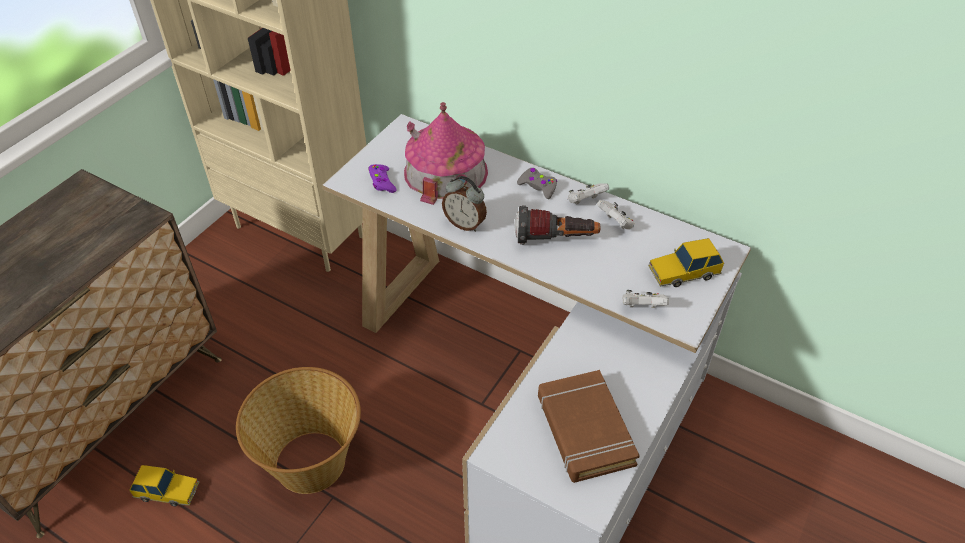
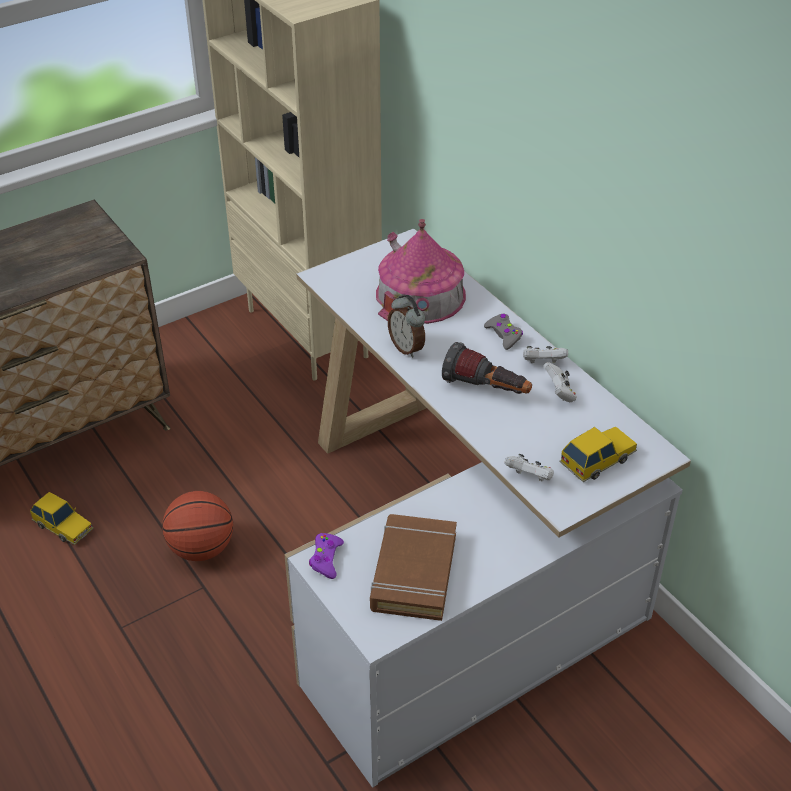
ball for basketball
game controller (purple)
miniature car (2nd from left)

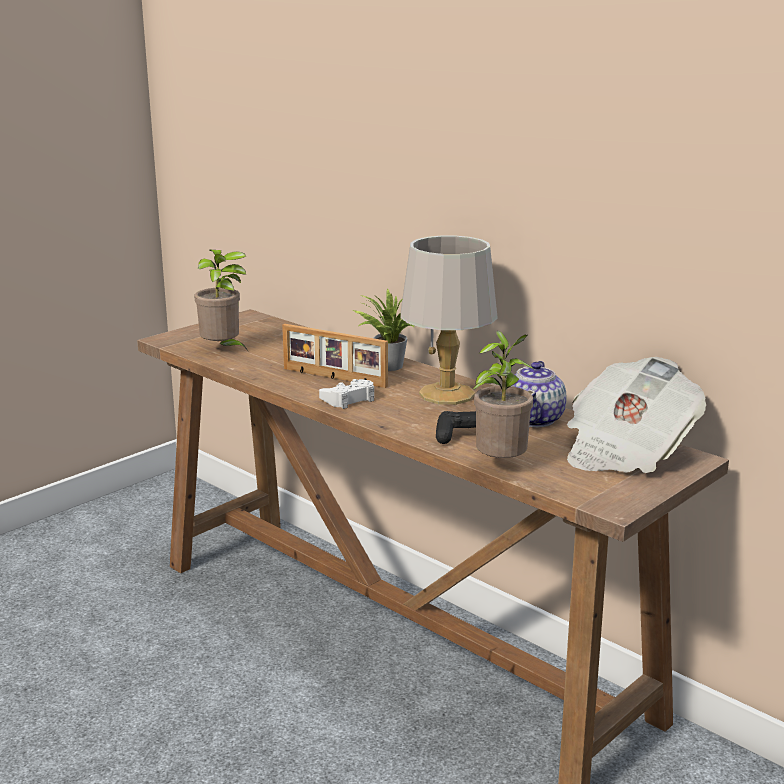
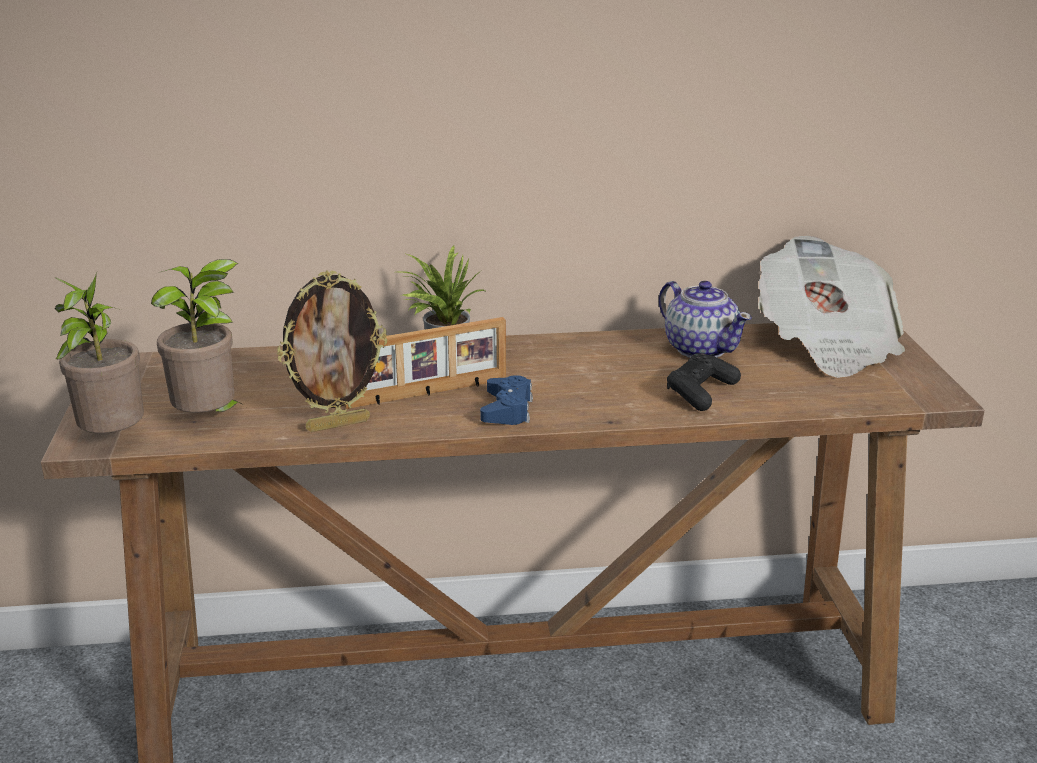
potted plant (1st from left)
picture frame (1st from left)
game controller (blue)
lamp for a table (gray)

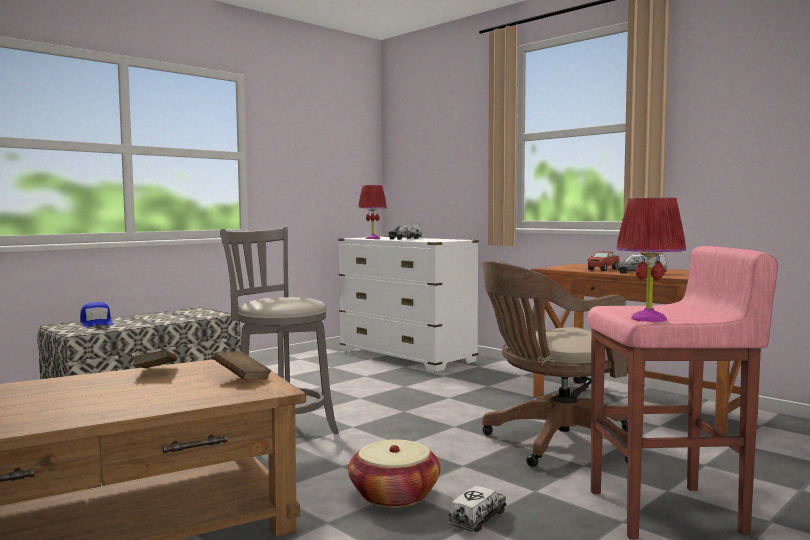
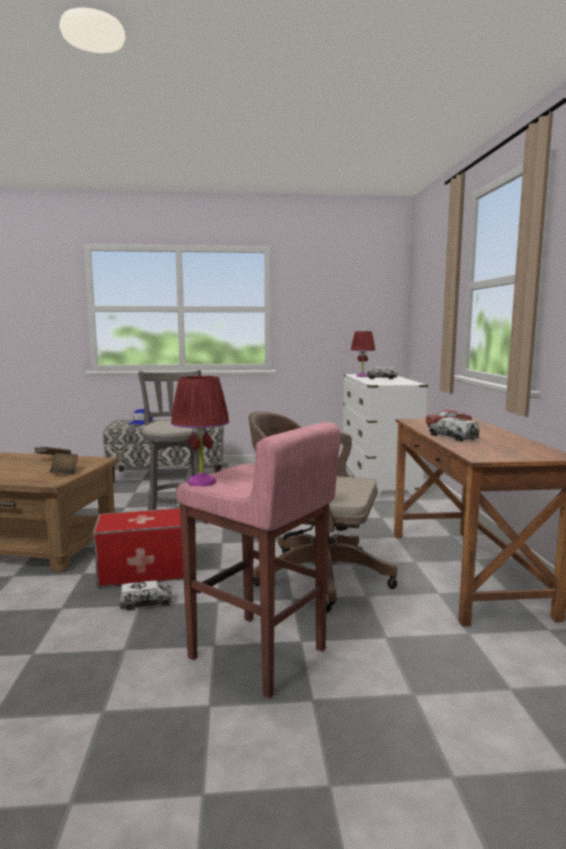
storage box

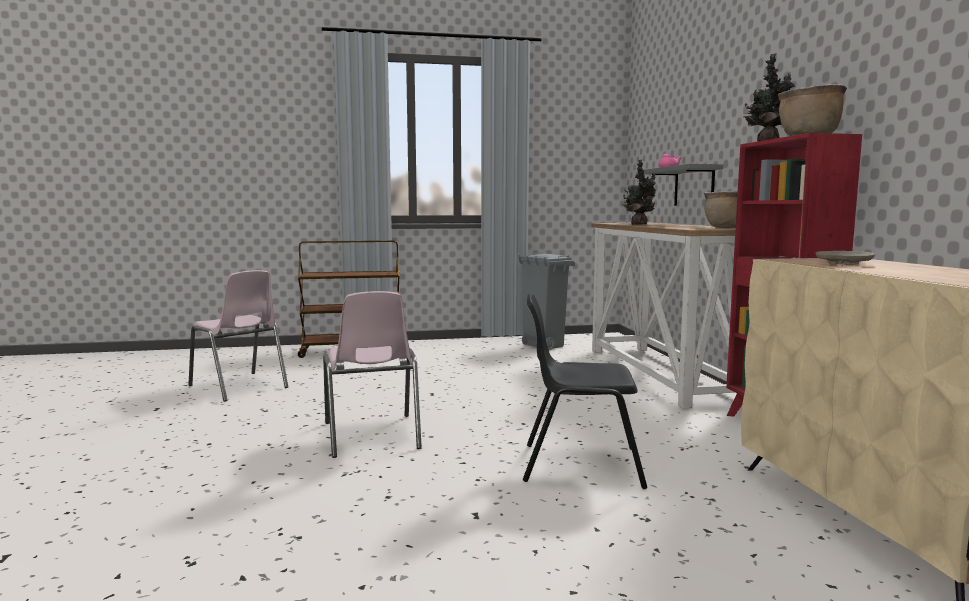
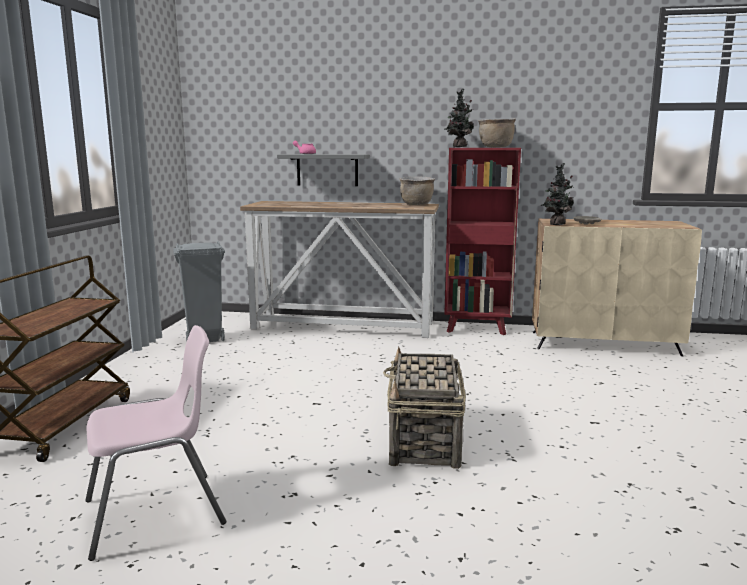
storage basket
potted plant (2nd from left)
chair (black)

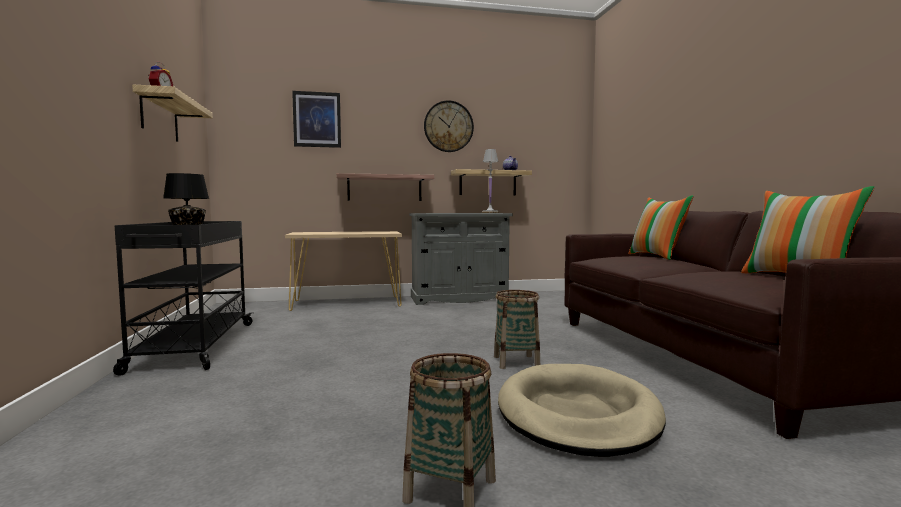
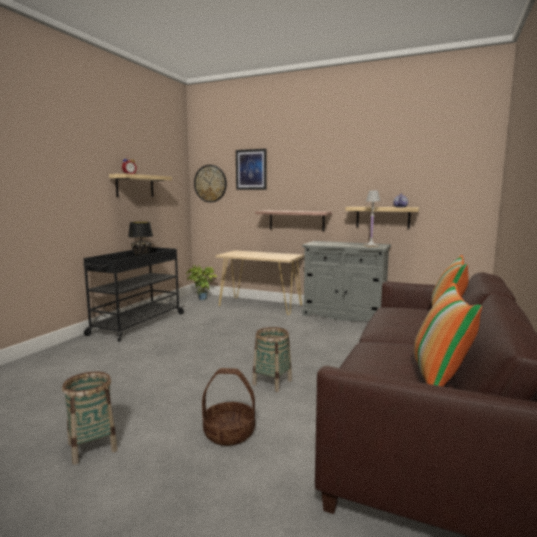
potted plant
wall clock
storage basket (2nd from left)

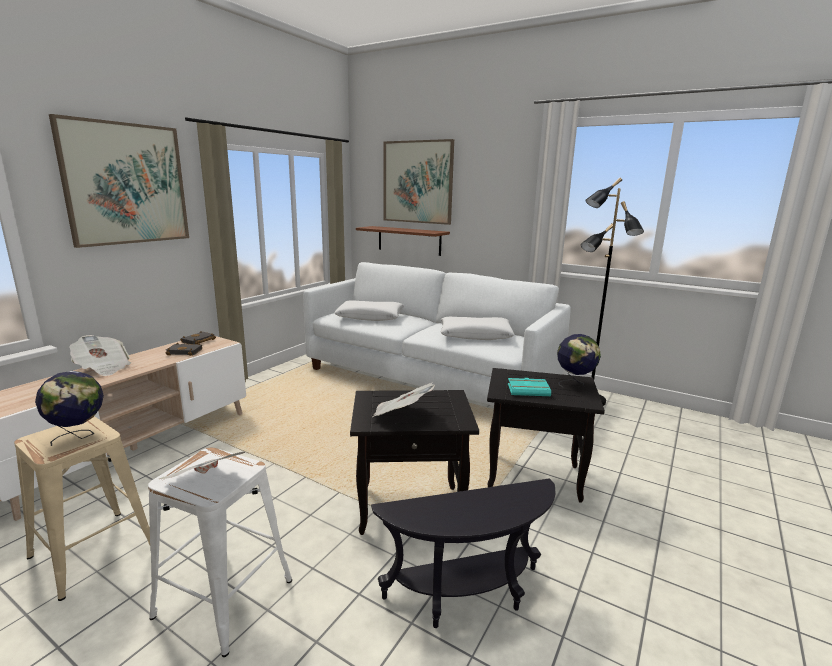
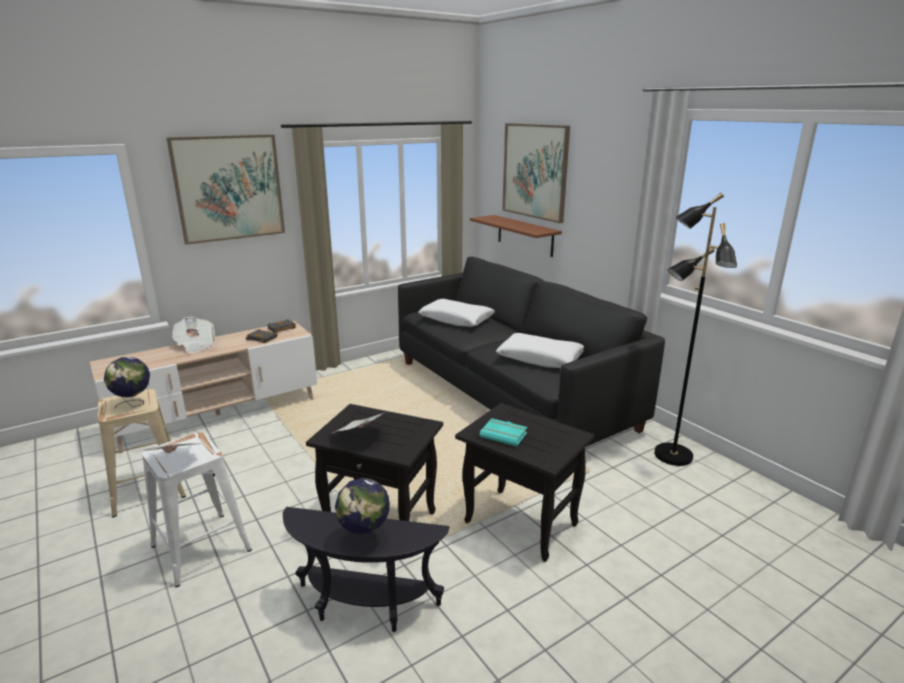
desk globe (2nd from left)
couch (black)

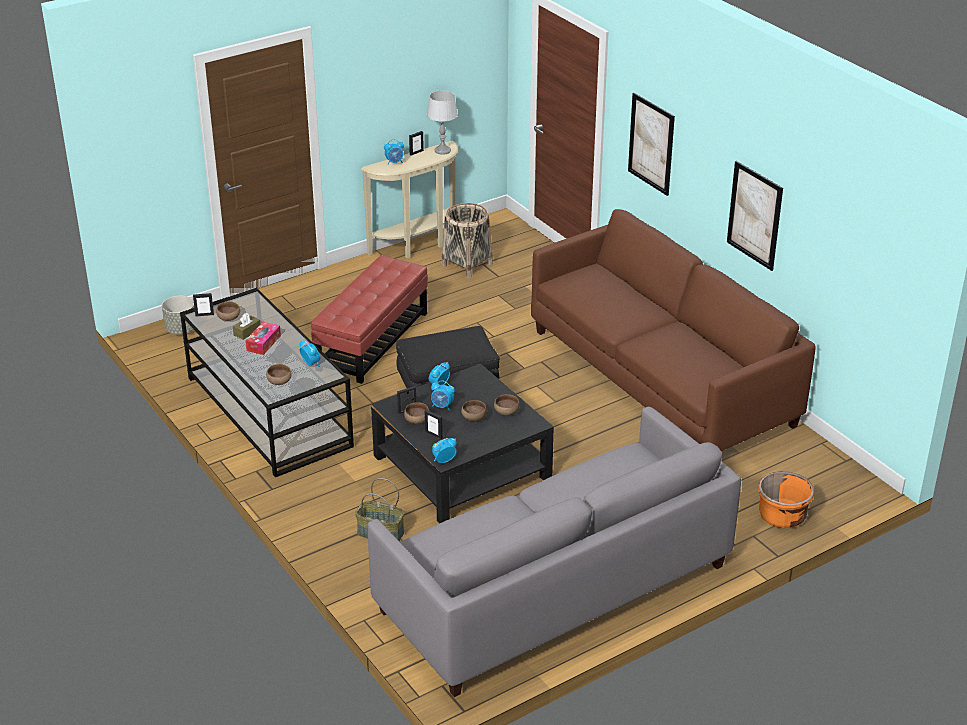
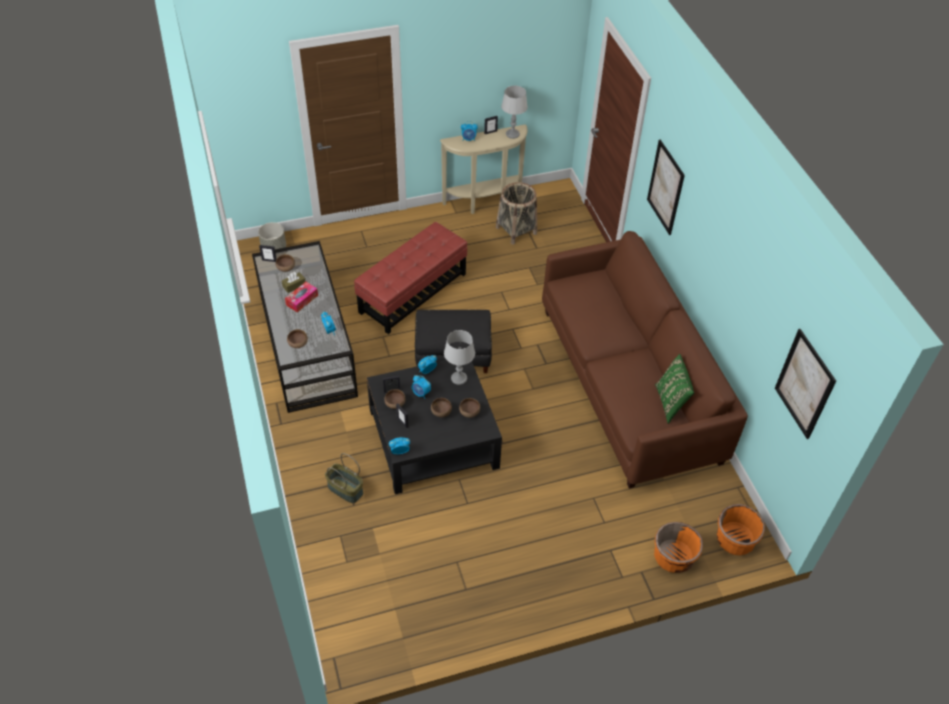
lamp for a table (gray) (1st from left)
cushion (green-coloured)
plant pot (orange) (2nd from left)
wall picture (2nd from left)
couch (gray)

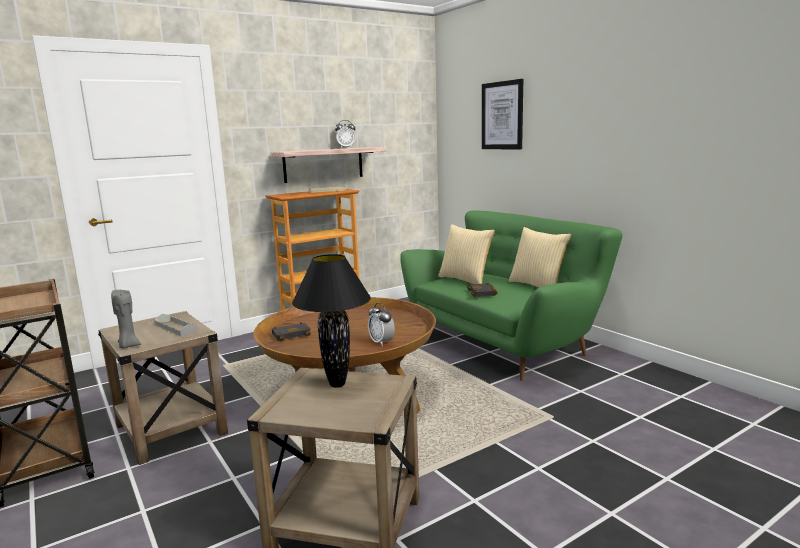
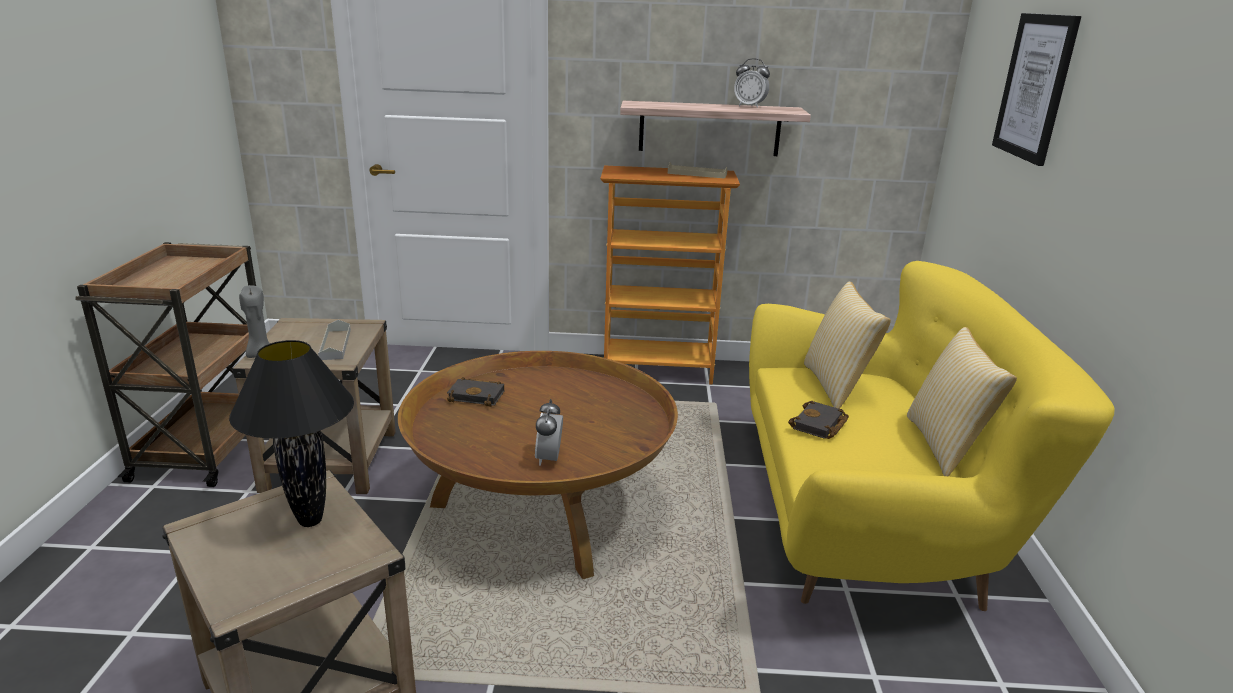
couch (yellow)

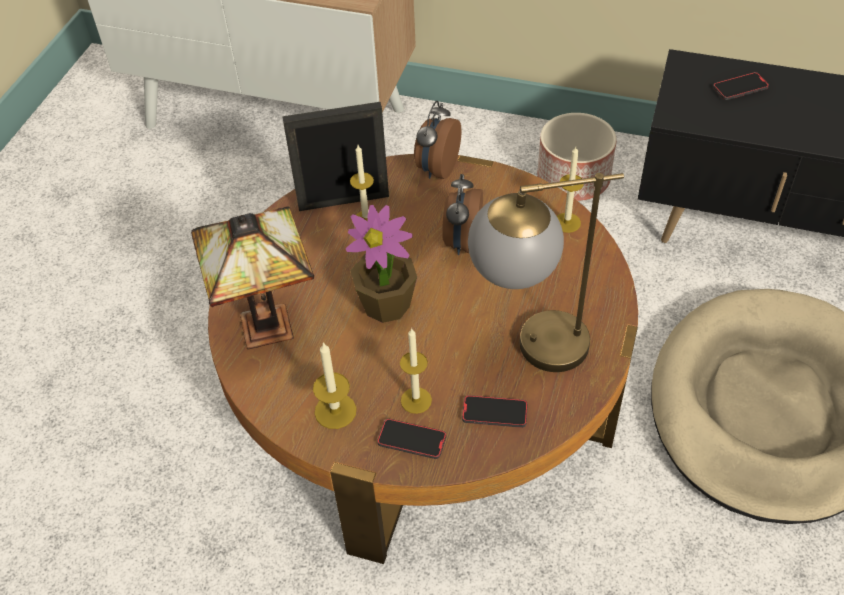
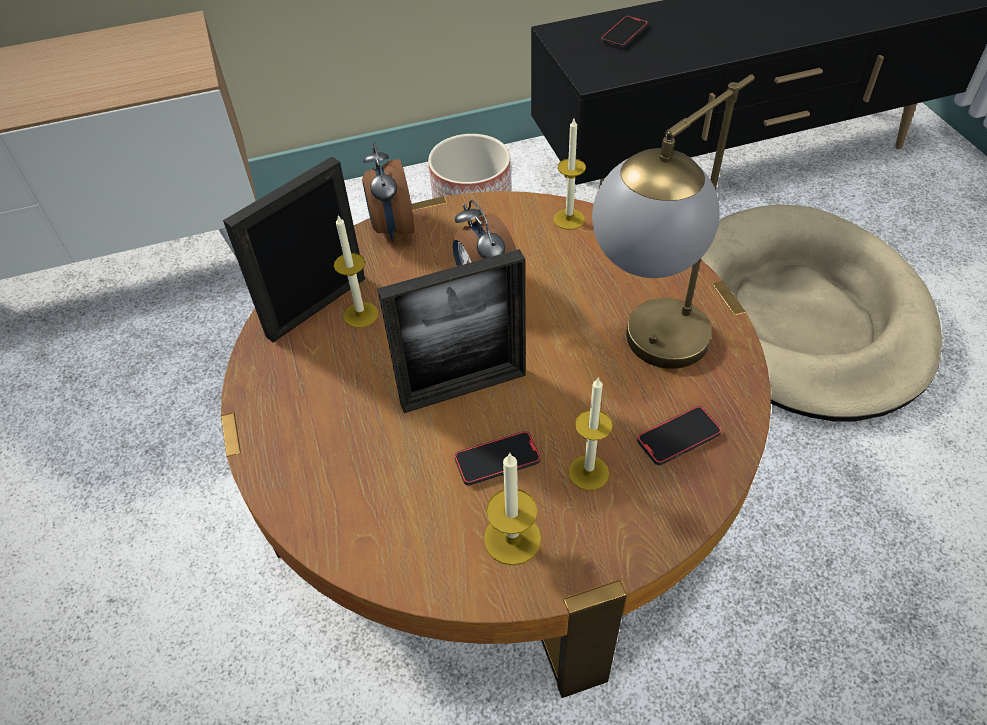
picture frame (2nd from left)
phone (1st from left)
lamp for a table (1st from left in the first image)

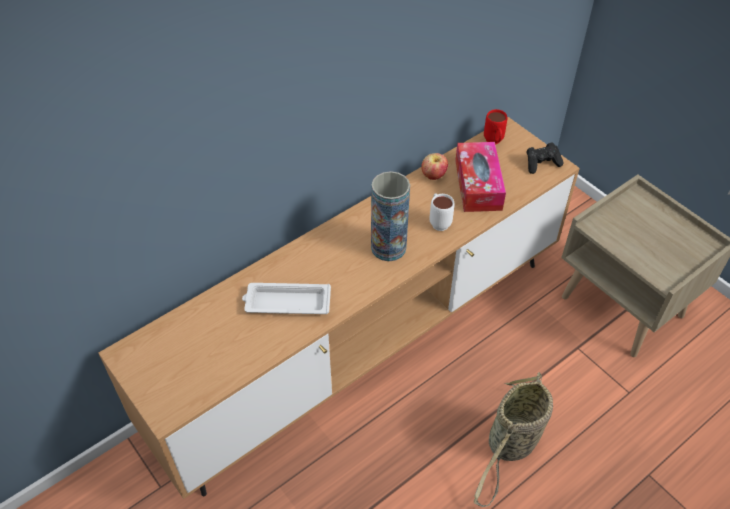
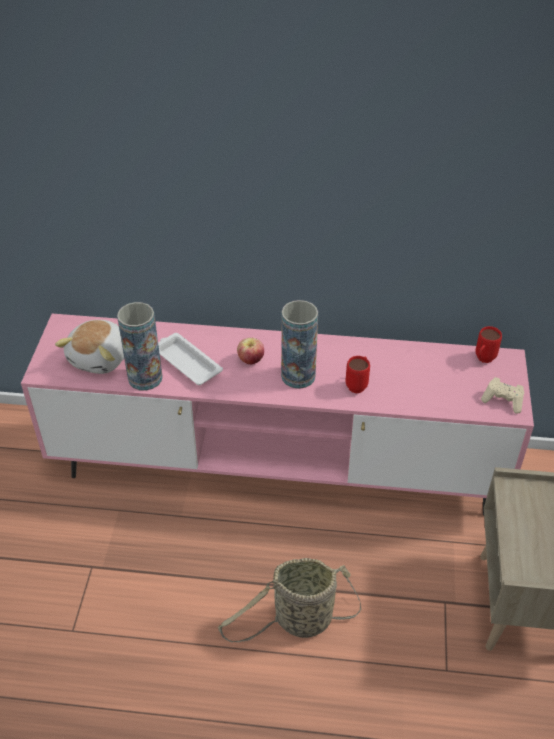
tv stand (pinkish)
soft toy
decorative vase (1st from left)
apple
tea mug (red-coloured) (1st from left)
game controller (beige-coloured)
box of tissues

